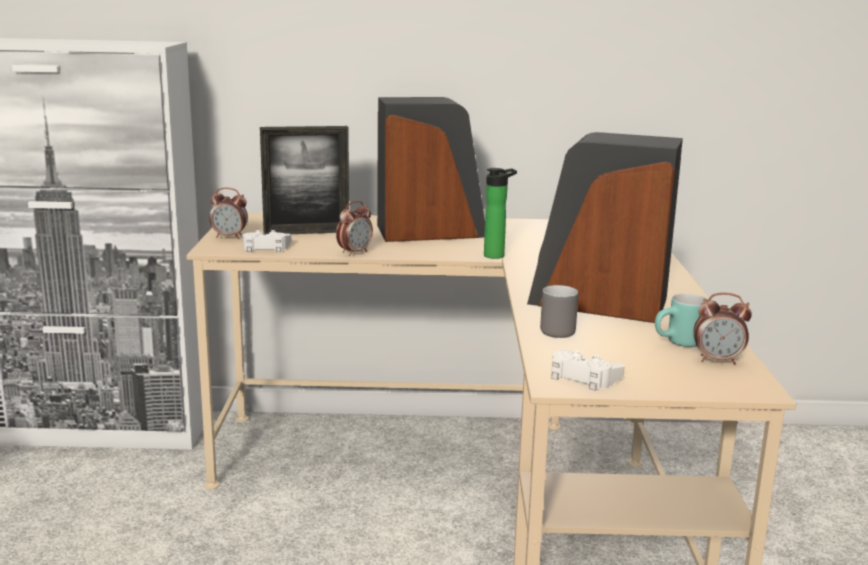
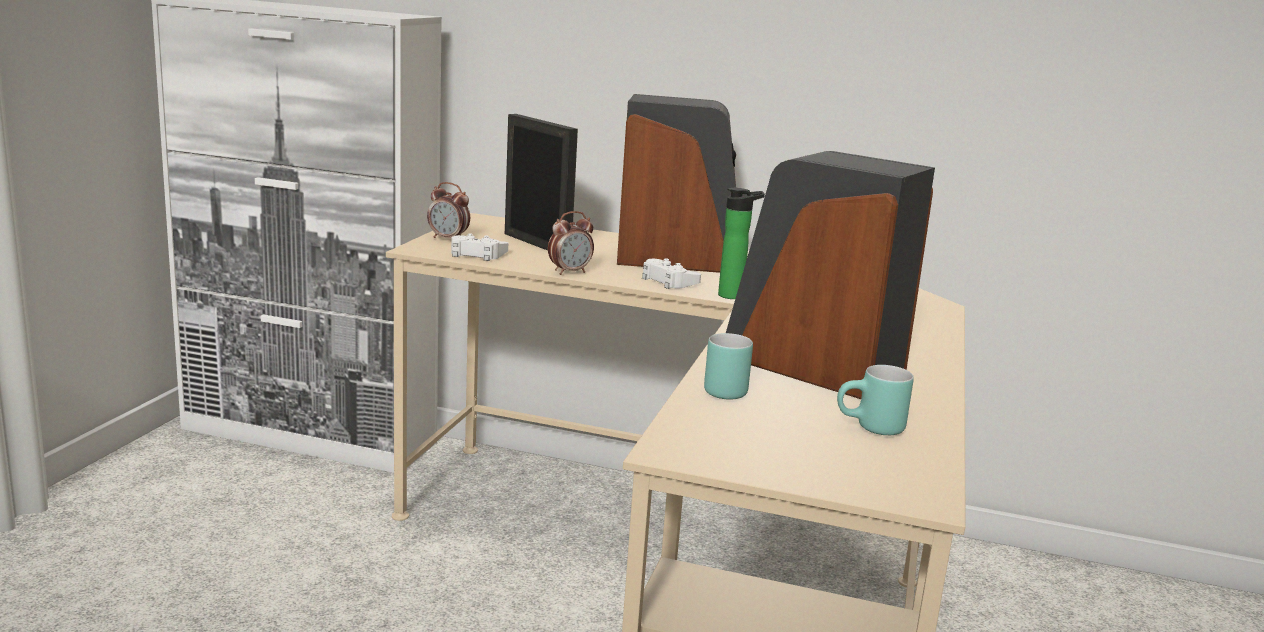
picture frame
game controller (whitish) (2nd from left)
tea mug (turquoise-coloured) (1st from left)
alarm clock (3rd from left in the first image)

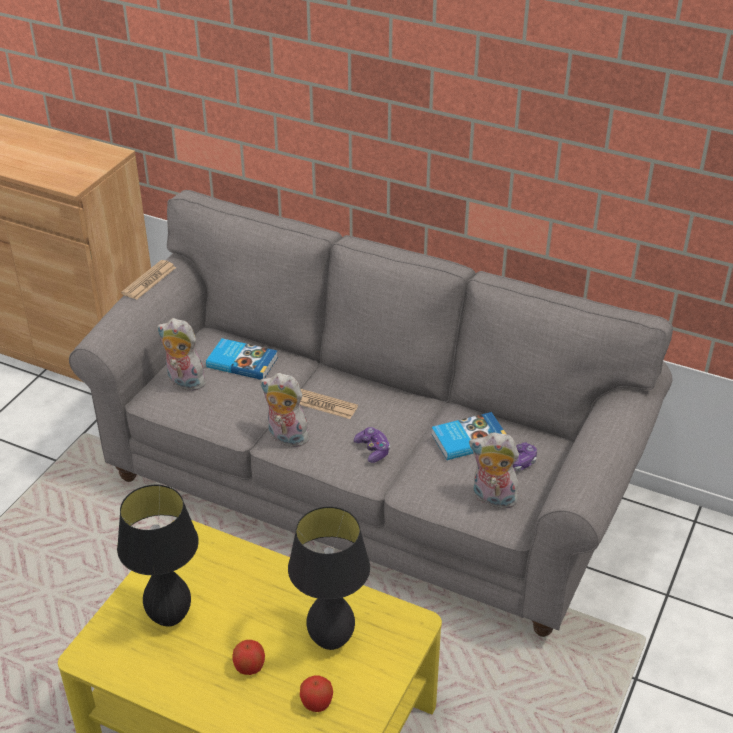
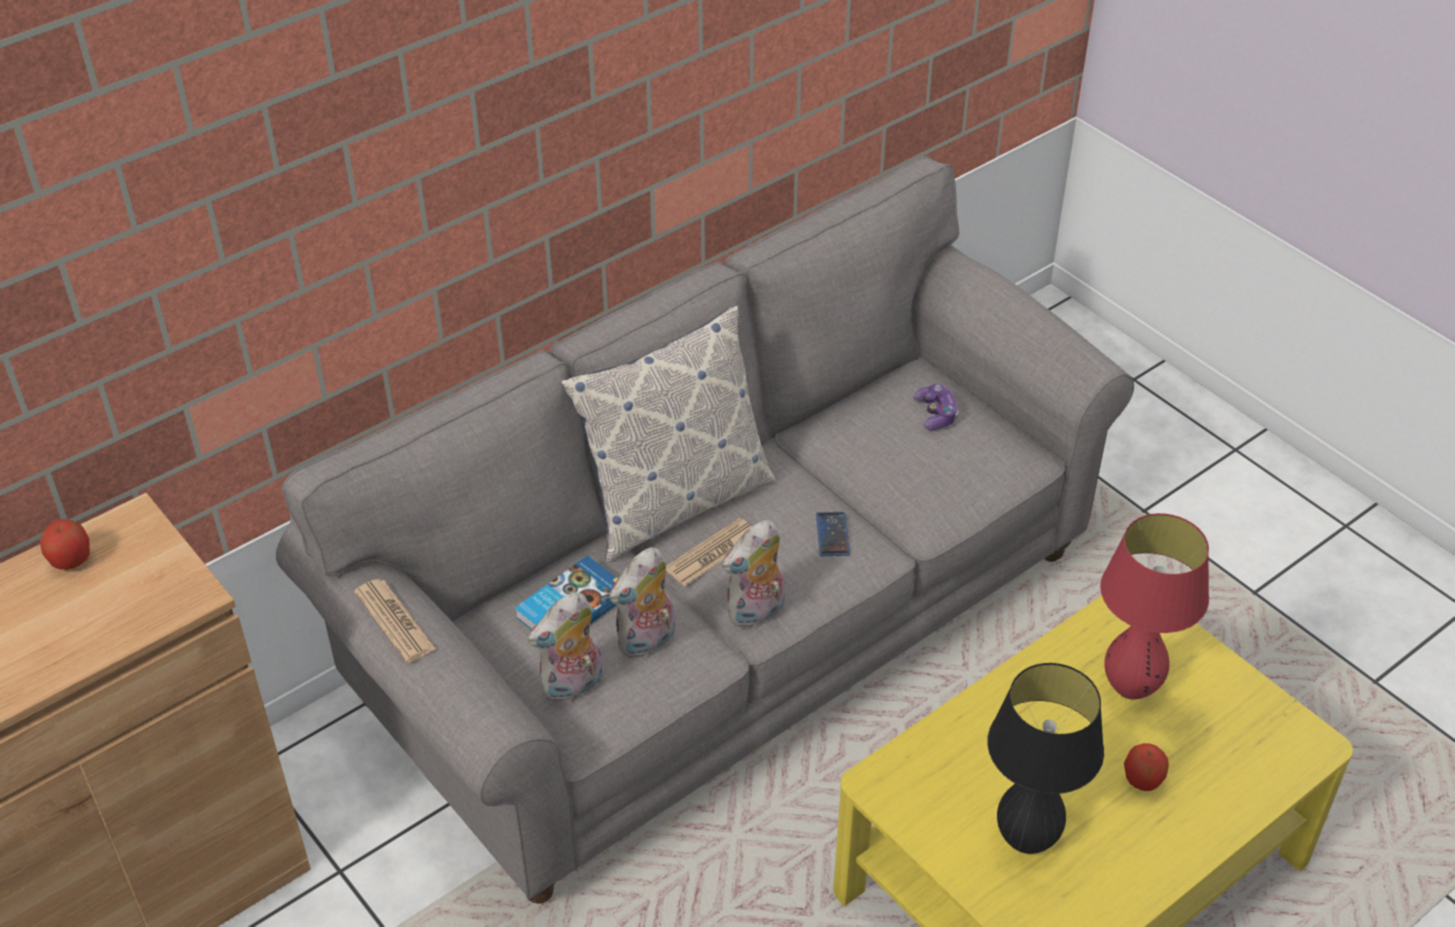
apple (1st from left)
cushion
soft toy (2nd from left)
phone
lamp for a table (red-coloured)
volume (2nd from left in the first image)

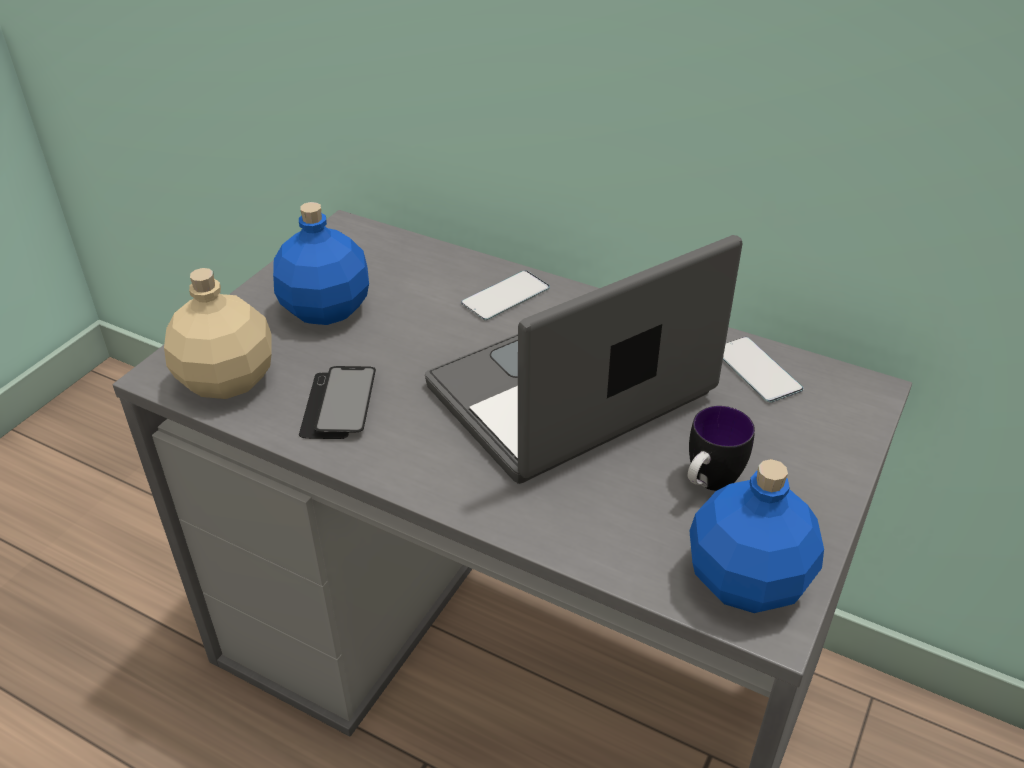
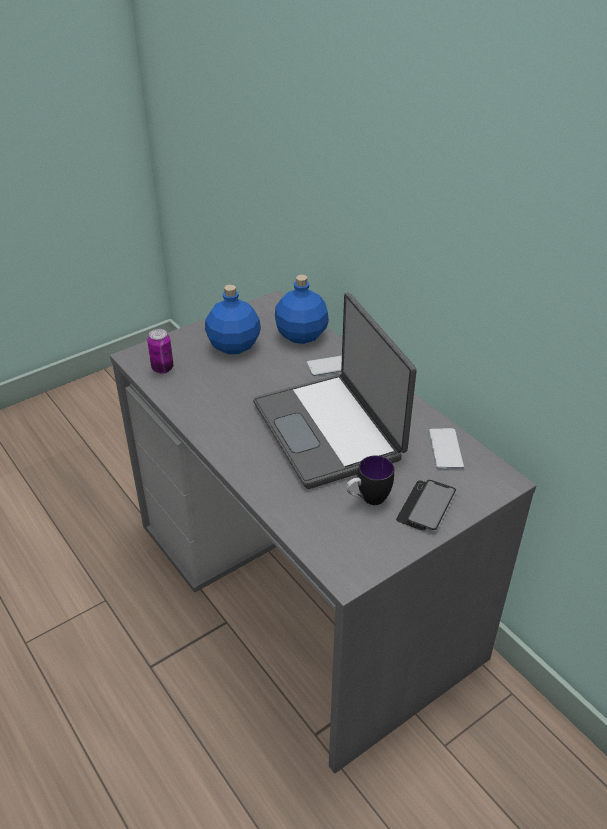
sealed can
portable computer
beverage bottle (blue) (2nd from left)
phone (2nd from left)

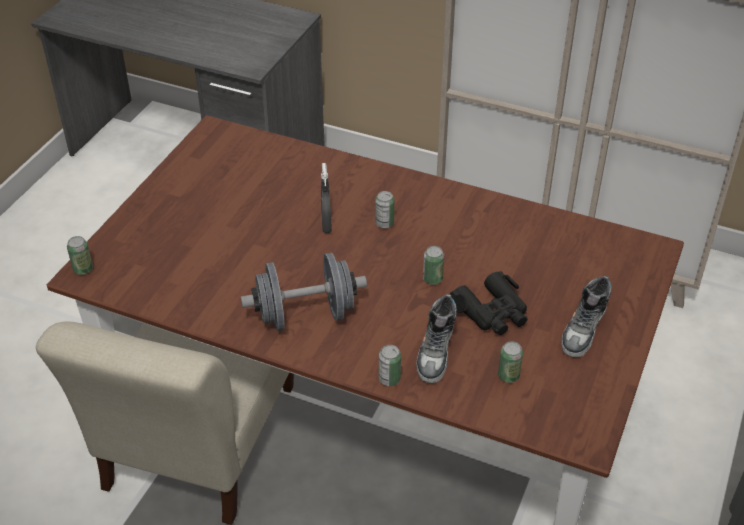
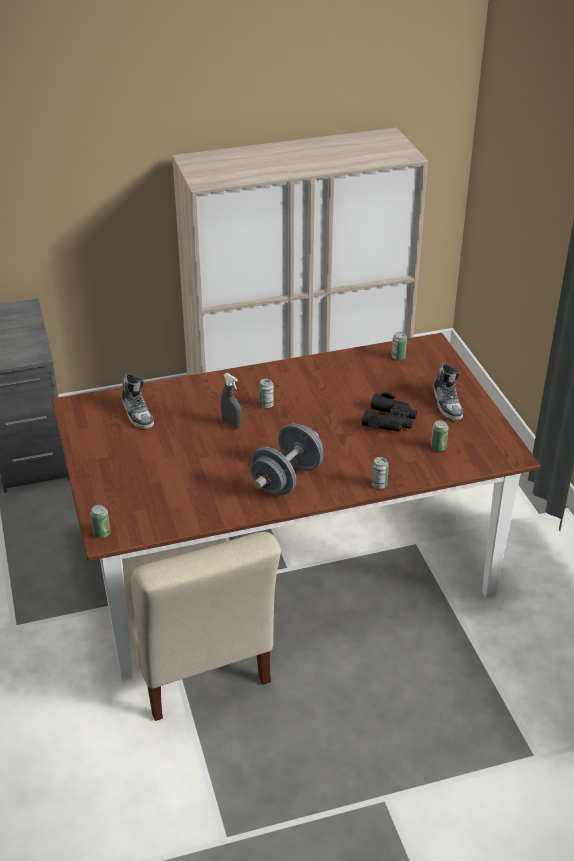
shoe (1st from left)
sealed can (4th from left)

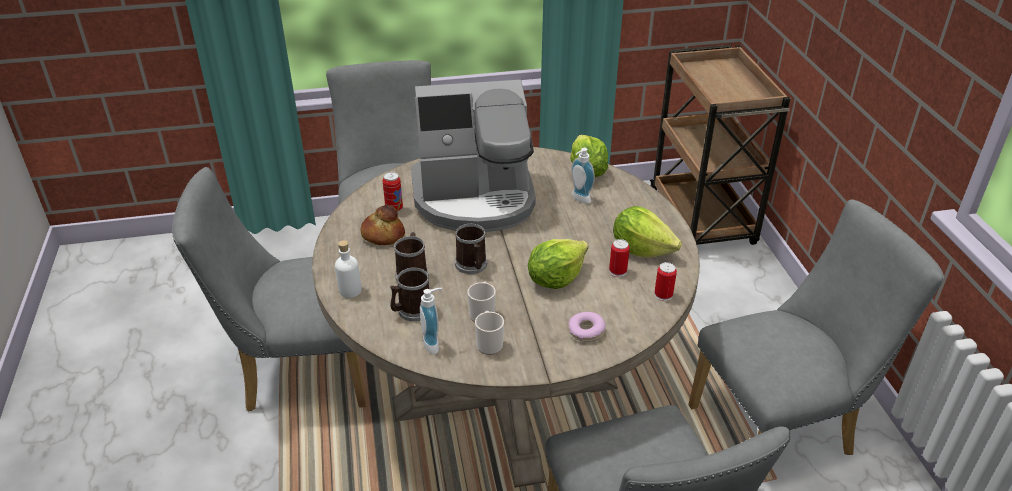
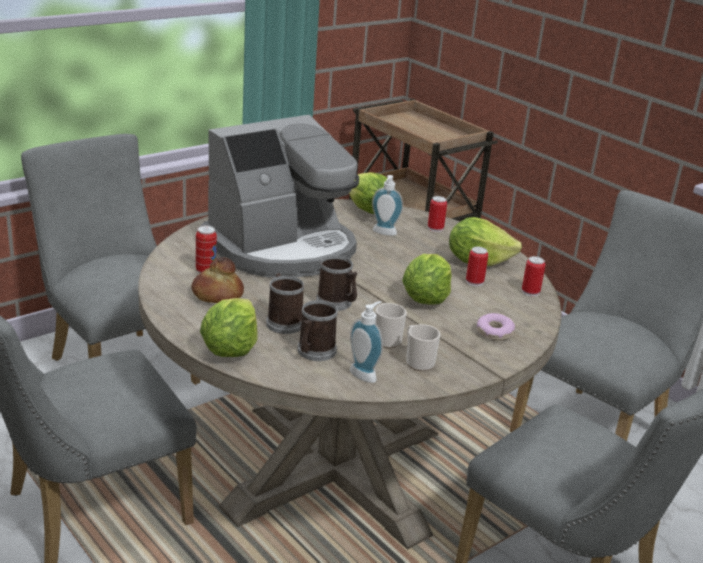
lettuce head (1st from left)
sealed can (2nd from left)

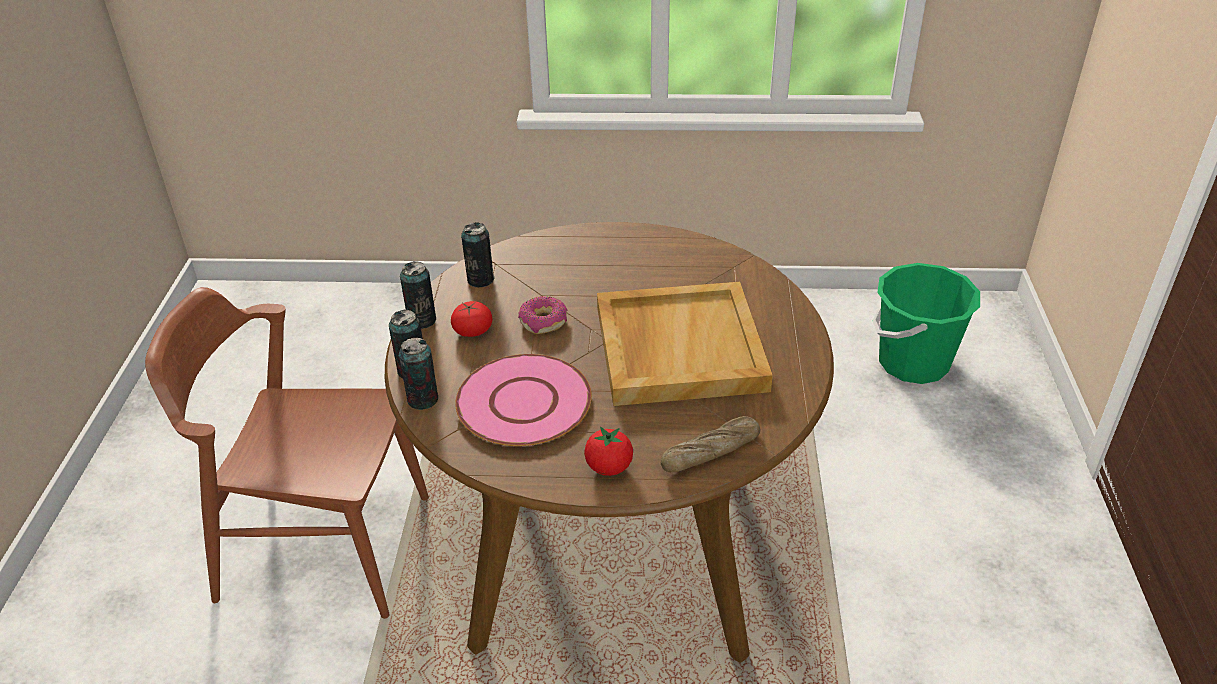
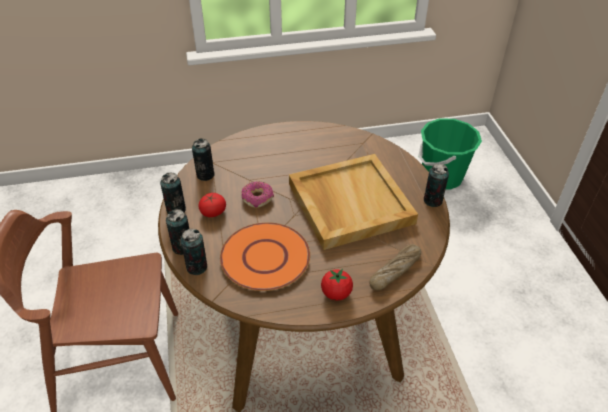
flat dish (orange)
sealed can (5th from left)

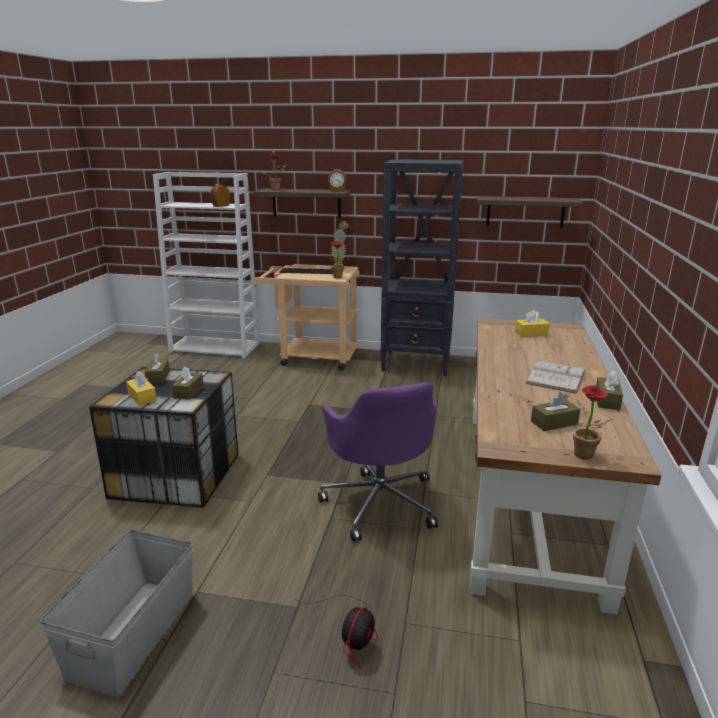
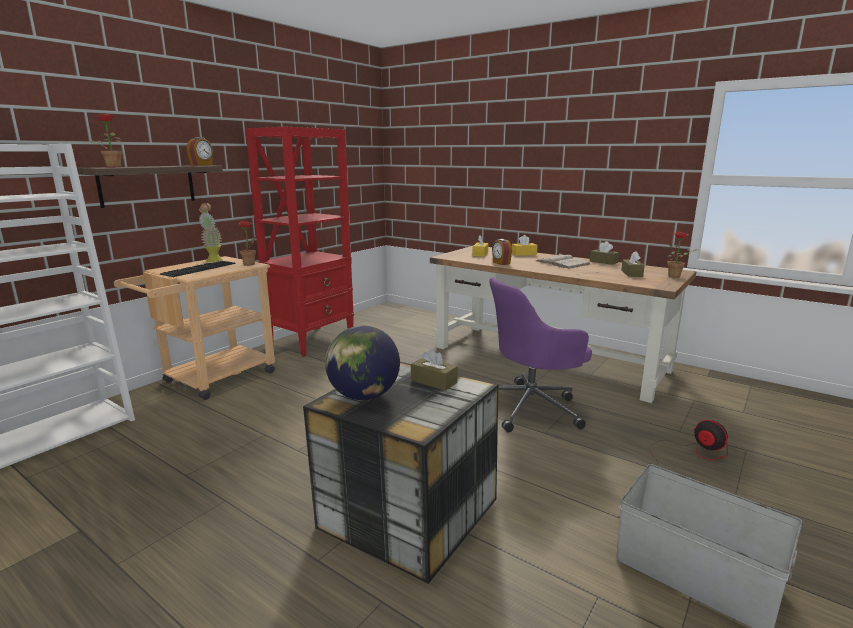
shelving unit (red-coloured)
desk globe
desk chair (purple)
alarm clock (2nd from left)
box of tissues (yellow) (2nd from left)
wall shelf (2nd from left in the first image)

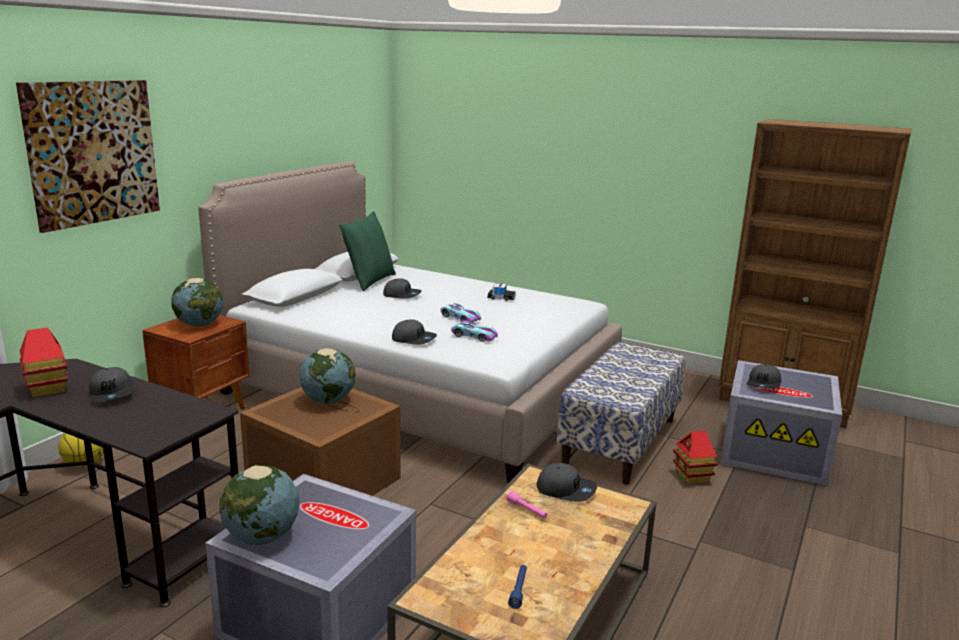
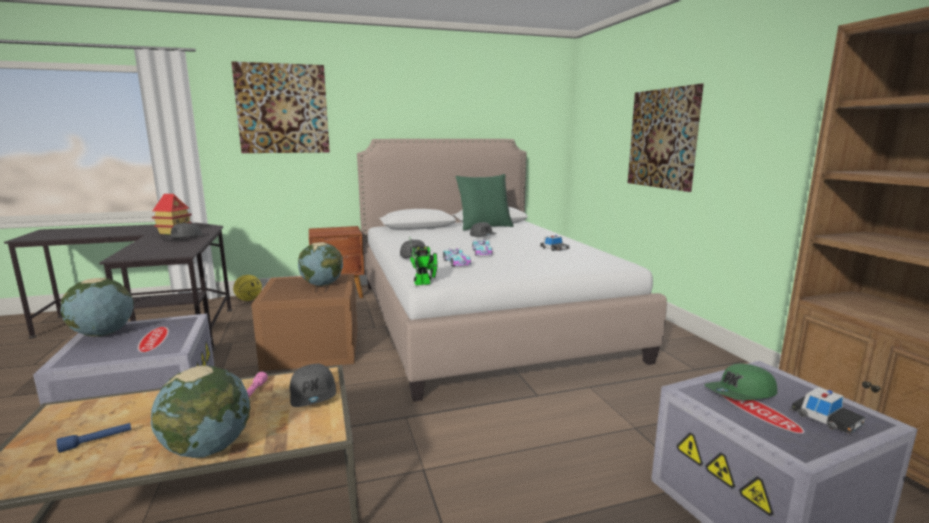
desk globe (2nd from left)
model robot
wall picture (2nd from left)
cap (green-coloured)
miniature car (4th from left)
bench
toy house (2nd from left in the first image)

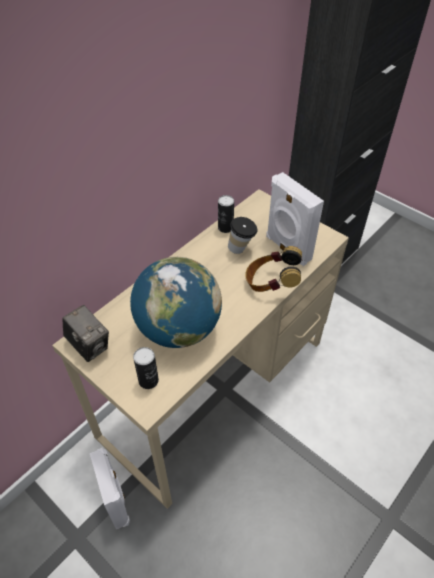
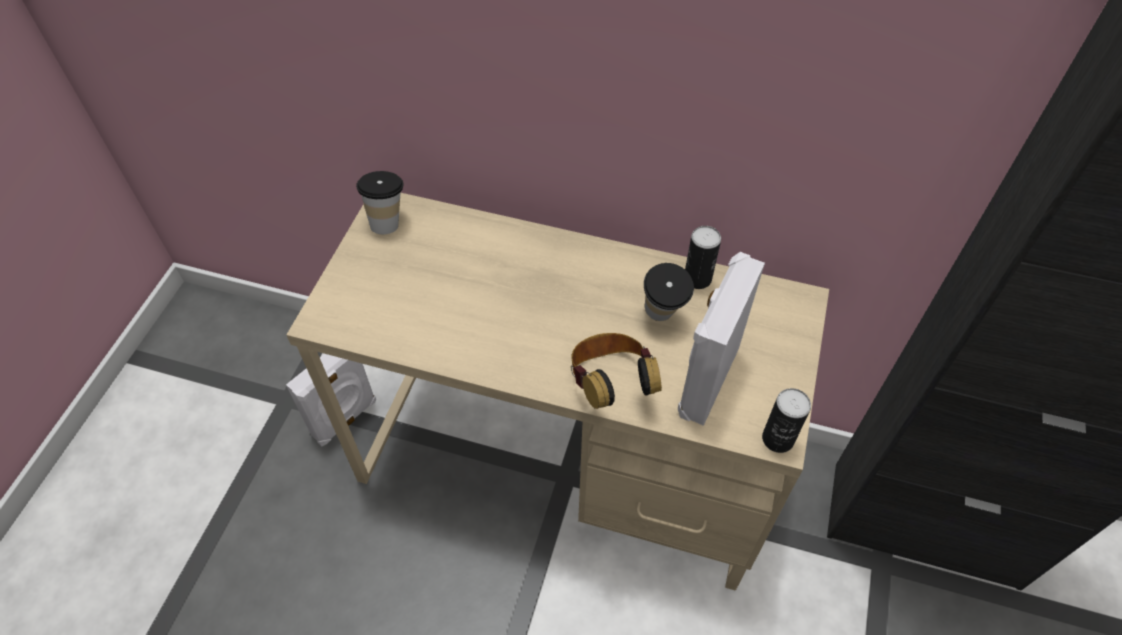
cup (1st from left)
sealed can (2nd from left)
desk globe

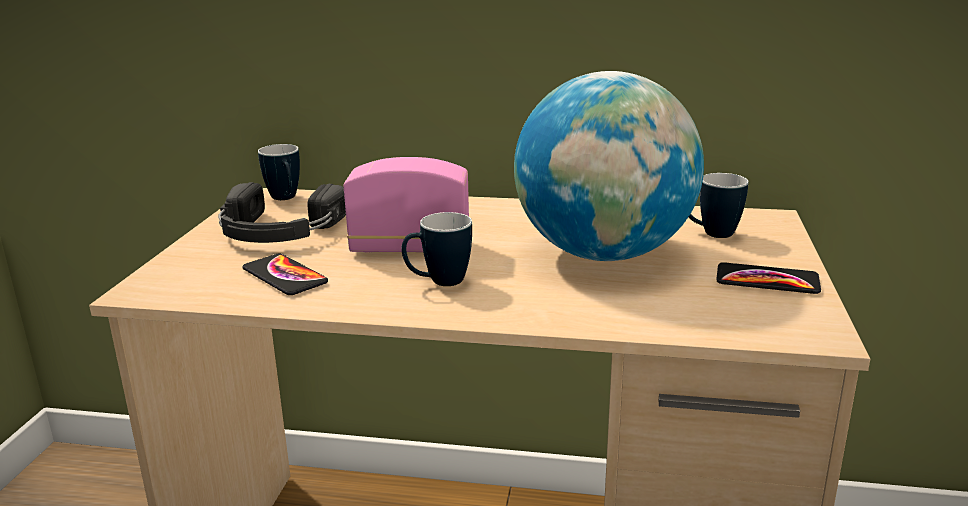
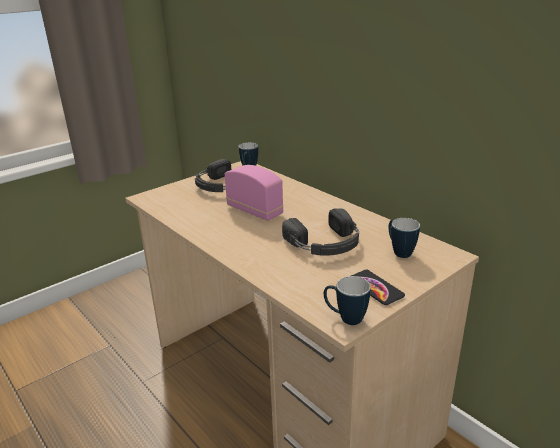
headphones (black) (2nd from left)
tea mug (2nd from left)
phone (1st from left in the first image)

